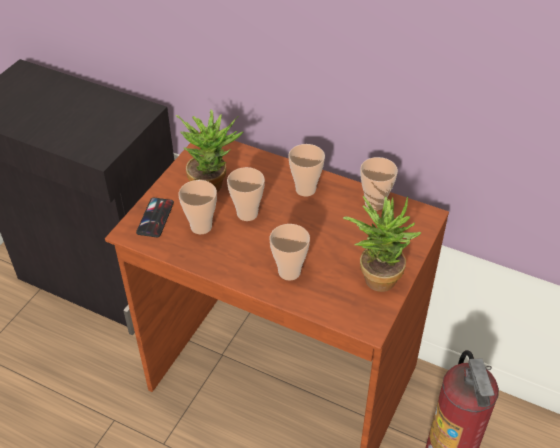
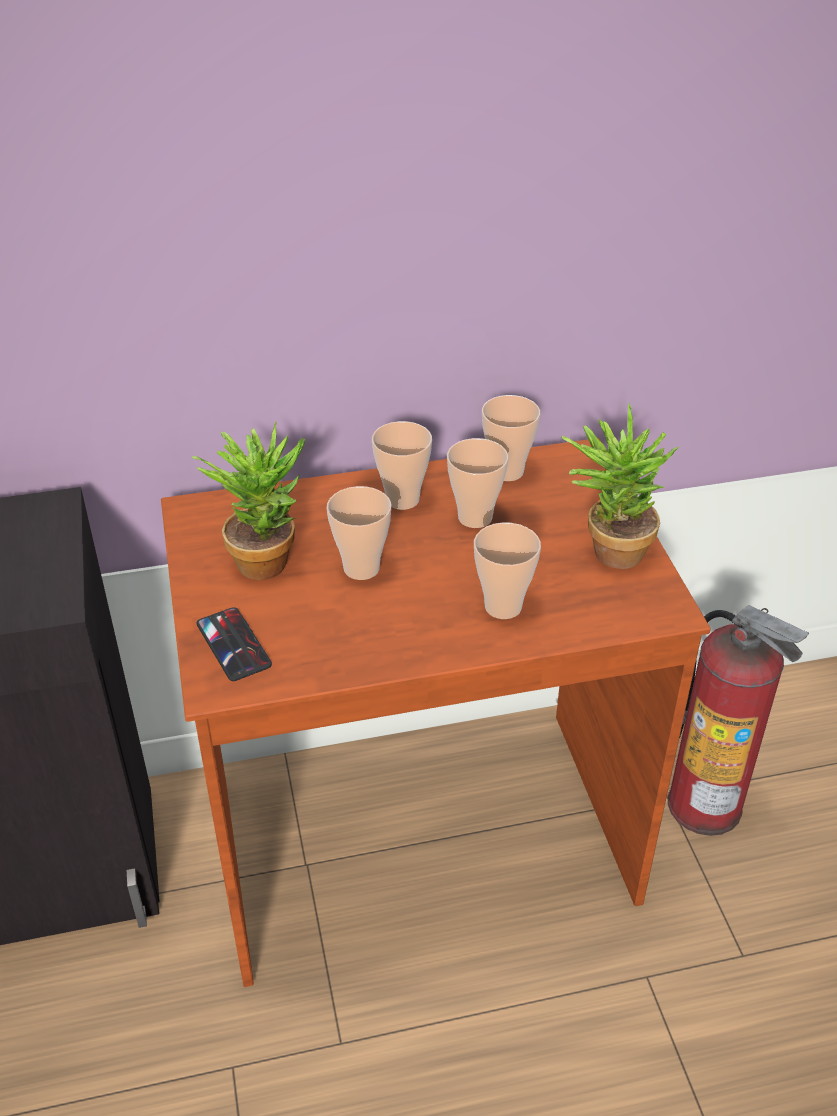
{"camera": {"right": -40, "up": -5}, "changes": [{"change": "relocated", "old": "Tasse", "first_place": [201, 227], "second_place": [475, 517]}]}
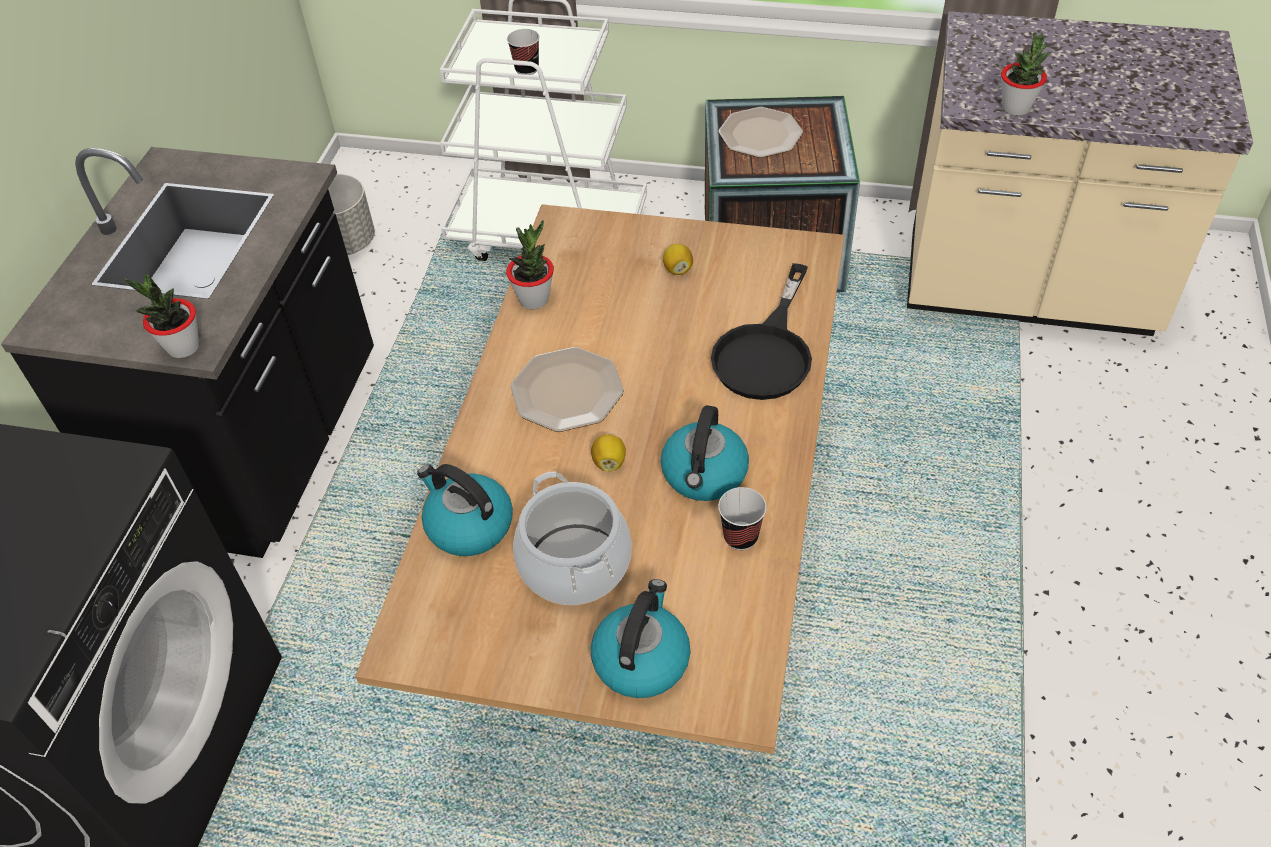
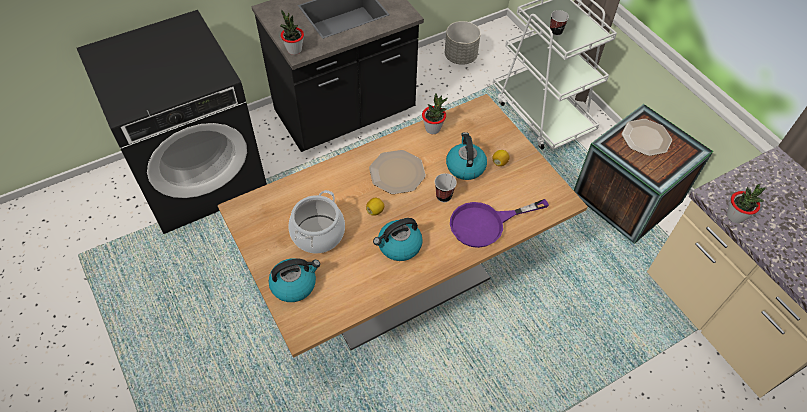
{"camera": {"right": 45, "up": 5}, "changes": [{"change": "colour", "old": "Pfanne [schwarz]", "new": "Pfanne [lila]", "first_place": [767, 352], "second_place": [486, 224]}, {"change": "relocated", "old": "Wasserkessel", "first_place": [468, 525], "second_place": [465, 166]}, {"change": "relocated", "old": "Tasse", "first_place": [740, 537], "second_place": [443, 196]}]}
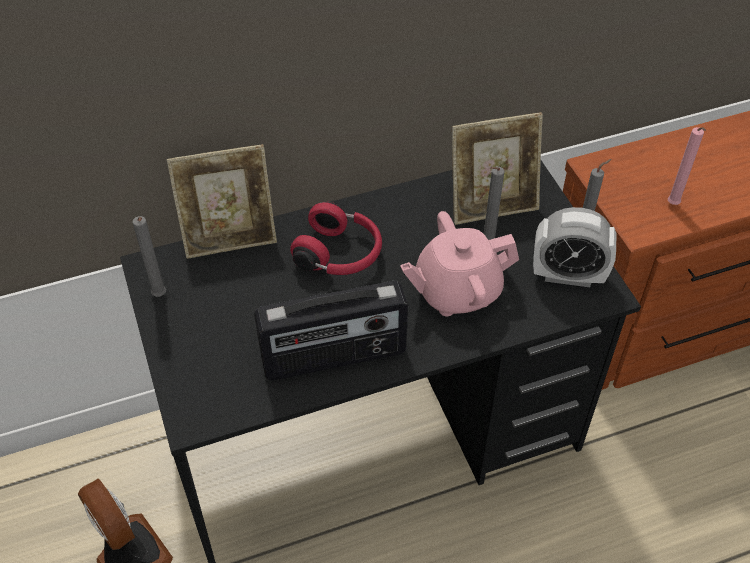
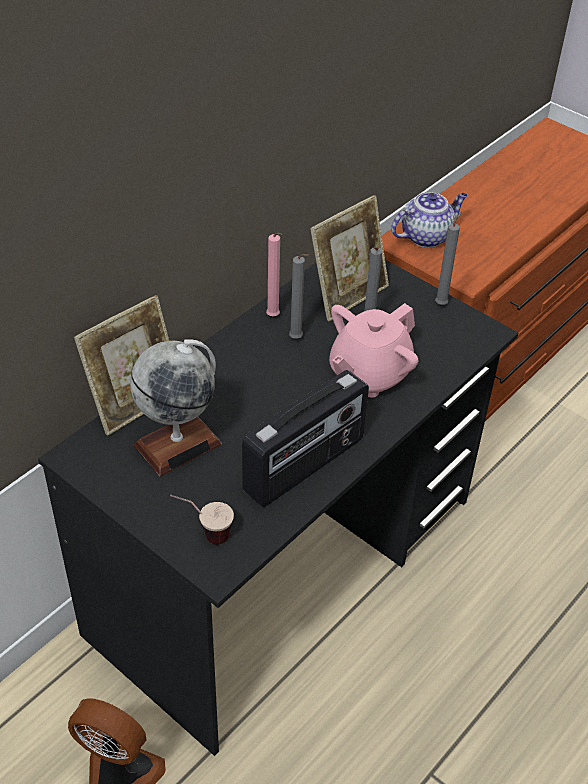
{"camera": {"right": -30, "up": -5}, "changes": [{"change": "relocated", "old": "Kerze [rosa]", "first_place": [673, 205], "second_place": [274, 317]}, {"change": "missing", "old": "Kopfhörer [rot]", "first_place": [340, 254]}, {"change": "missing", "old": "Wecker", "first_place": [567, 275]}, {"change": "relocated", "old": "Kerze [grau]", "first_place": [160, 297], "second_place": [297, 339]}, {"change": "appeared", "new": "Teekanne", "second_place": [426, 236]}, {"change": "appeared", "new": "Globus", "second_place": [178, 444]}, {"change": "appeared", "new": "Tasse", "second_place": [203, 534]}]}
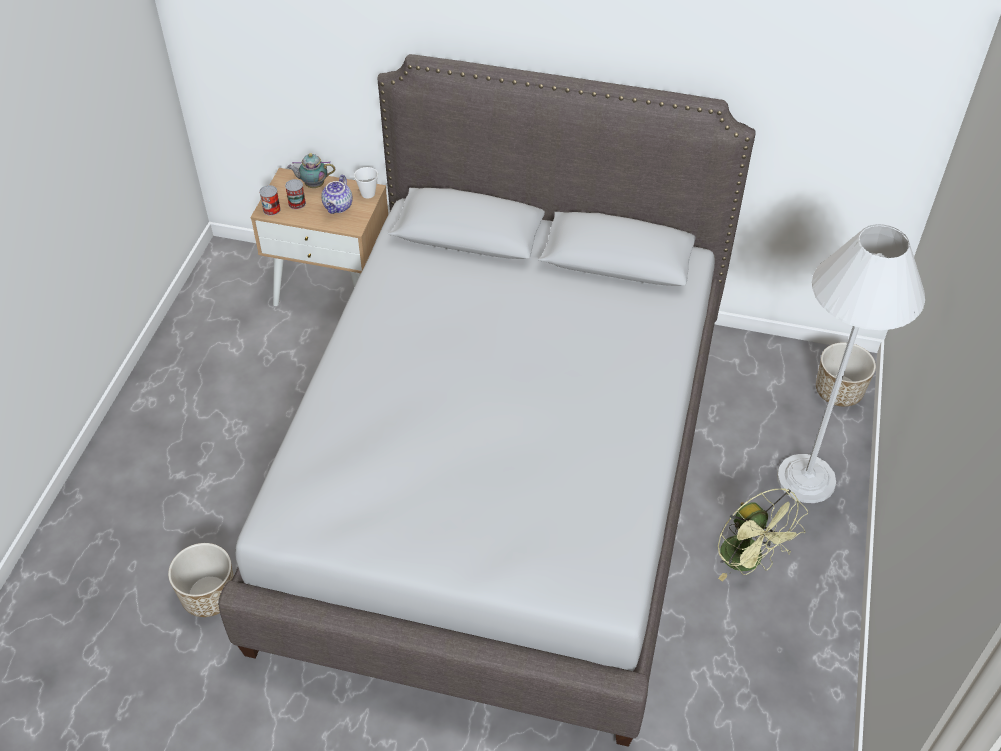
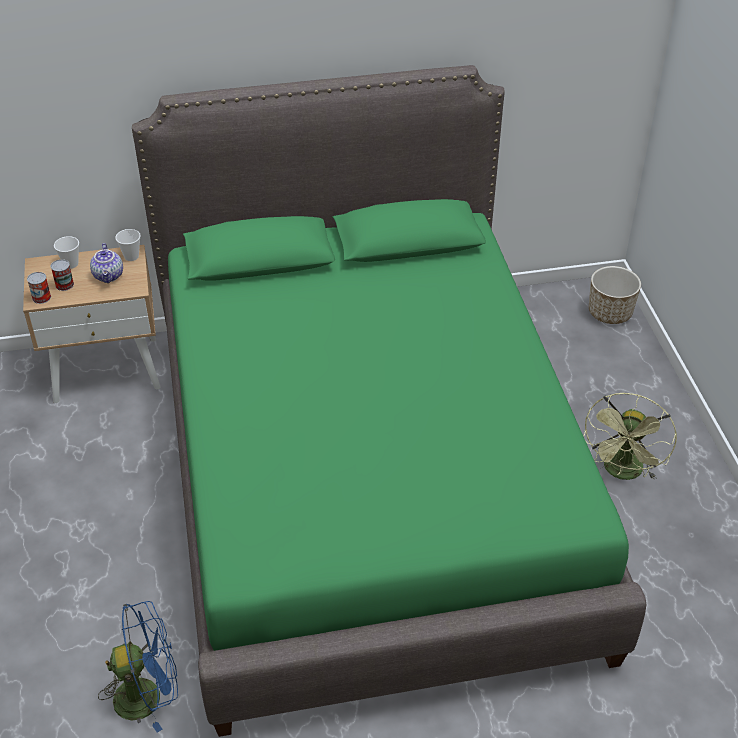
{"camera": {"right": -25, "up": -5}, "changes": [{"change": "colour", "old": "Bett [grau]", "new": "Bett [grün]", "first_place": [501, 476], "second_place": [369, 480]}, {"change": "exchanged", "old": "Teekanne", "new": "Tasse", "first_place": [313, 185], "second_place": [71, 264]}, {"change": "missing", "old": "Stehlampe [weiß]", "first_place": [806, 479]}, {"change": "spun", "old": "Ventilator [grün]", "first_place": [748, 561], "second_place": [622, 473], "degrees": 75}, {"change": "exchanged", "old": "Pflanzkübel", "new": "Ventilator [blau]", "first_place": [209, 595], "second_place": [148, 695]}]}
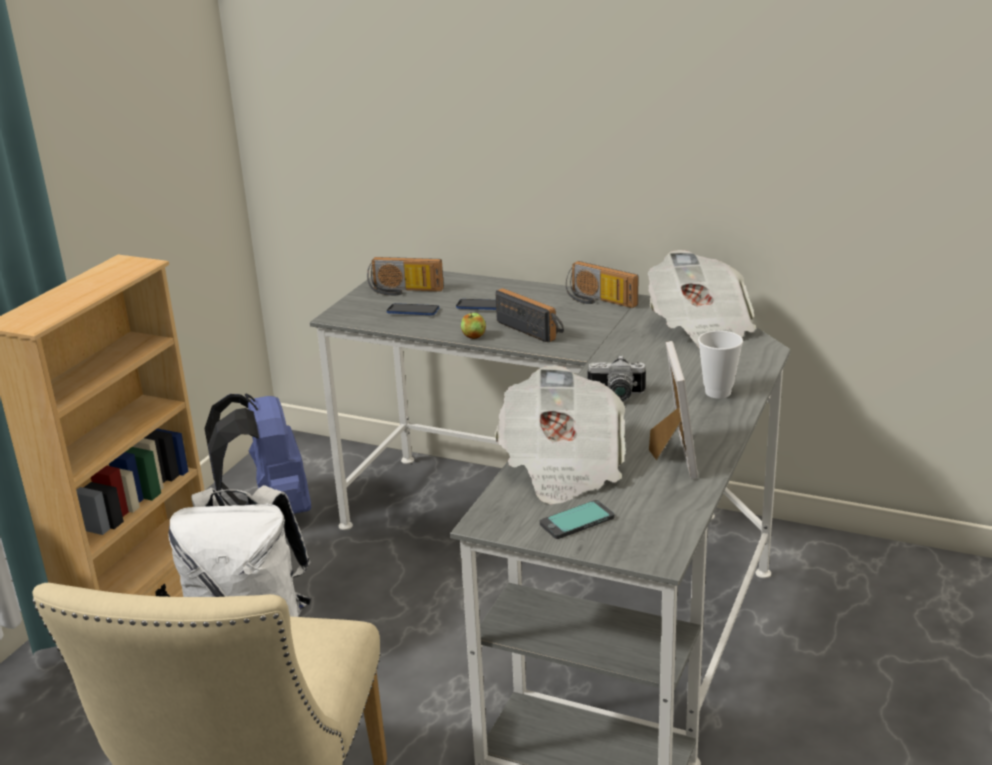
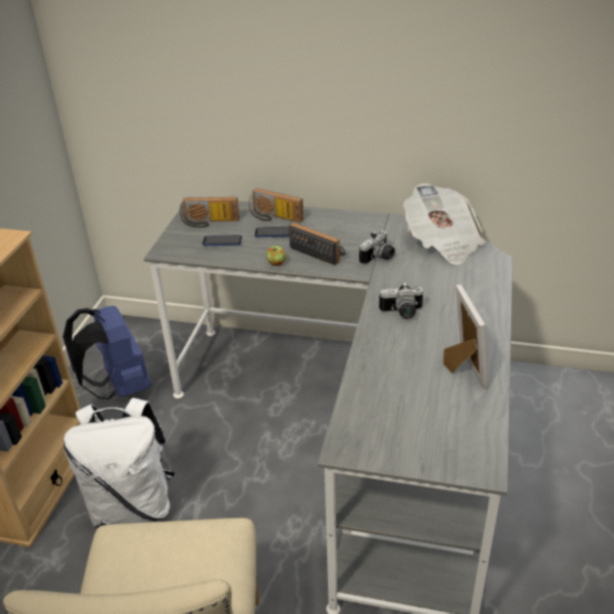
{"camera": {"right": -10, "up": 10}, "changes": [{"change": "relocated", "old": "Radio", "first_place": [598, 301], "second_place": [274, 217]}, {"change": "missing", "old": "Tasse", "first_place": [718, 392]}, {"change": "missing", "old": "Zeitung", "first_place": [562, 467]}, {"change": "missing", "old": "Handy", "first_place": [577, 521]}, {"change": "appeared", "new": "Kamera", "second_place": [379, 258]}]}
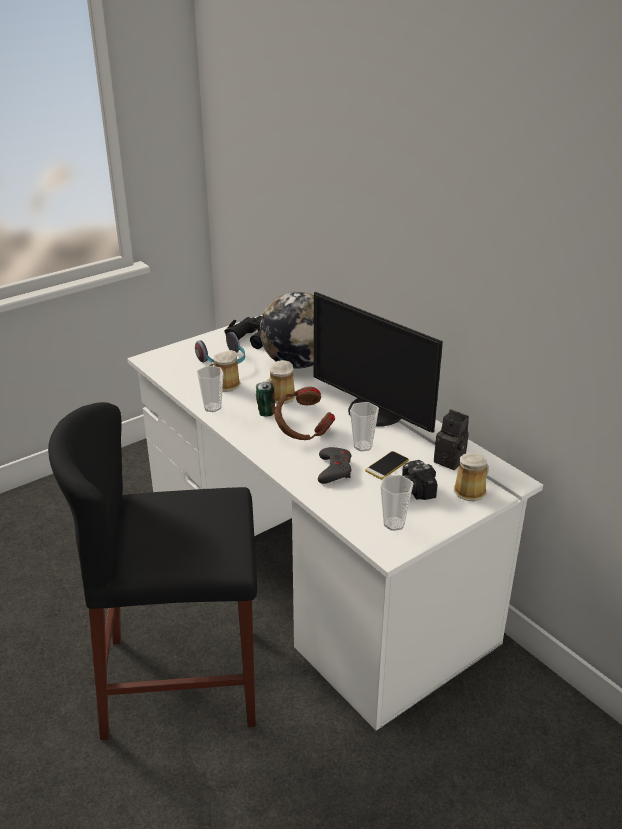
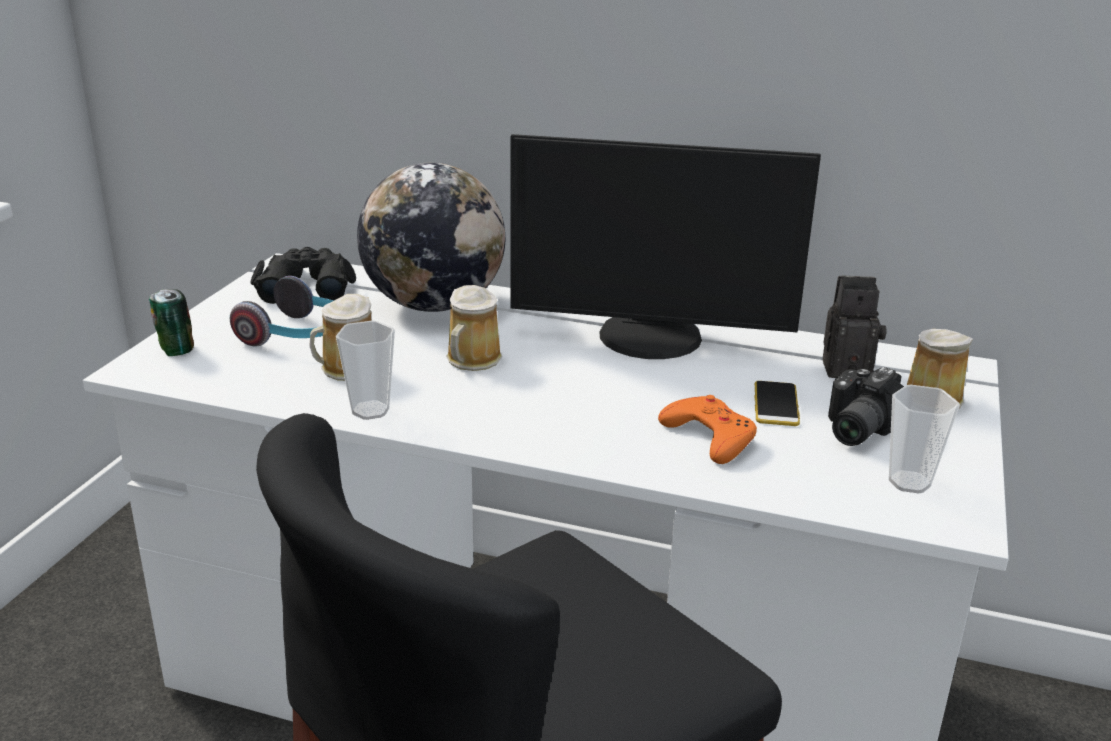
{"camera": {"right": -35, "up": -5}, "changes": [{"change": "relocated", "old": "Dose", "first_place": [265, 413], "second_place": [176, 350]}, {"change": "missing", "old": "Kopfhörer [braun]", "first_place": [303, 432]}, {"change": "missing", "old": "Tasse", "first_place": [363, 446]}, {"change": "colour", "old": "Gamepad [grau]", "new": "Gamepad [orange]", "first_place": [334, 469], "second_place": [709, 436]}]}
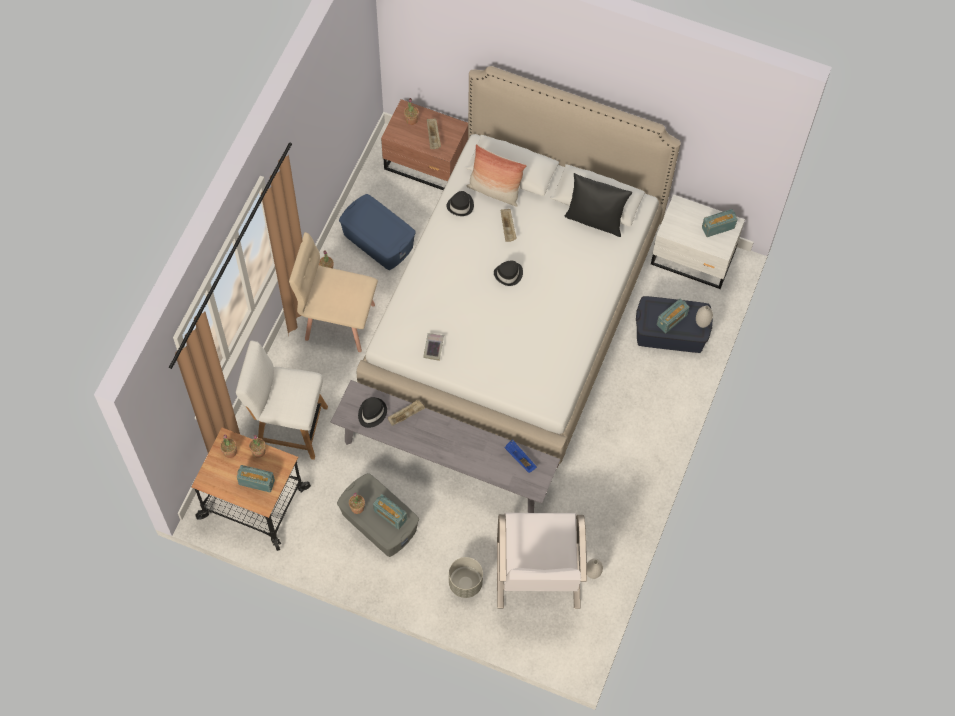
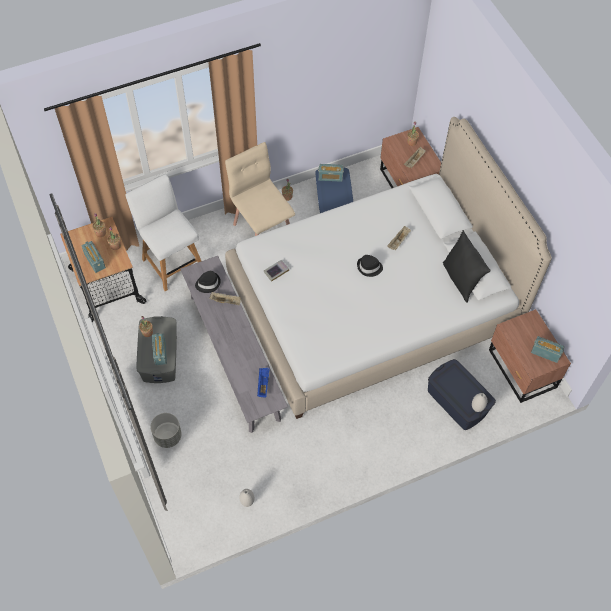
{"camera": {"right": 45, "up": -5}, "changes": [{"change": "missing", "old": "Kissen", "first_place": [494, 191]}, {"change": "missing", "old": "Hut [schwarz]", "first_place": [461, 205]}, {"change": "colour", "old": "Nachttisch [weiß]", "new": "Nachttisch [braun]", "first_place": [693, 259], "second_place": [521, 370]}, {"change": "relocated", "old": "Radio", "first_place": [671, 320], "second_place": [330, 177]}, {"change": "missing", "old": "Sessel [weiß]", "first_place": [538, 576]}]}
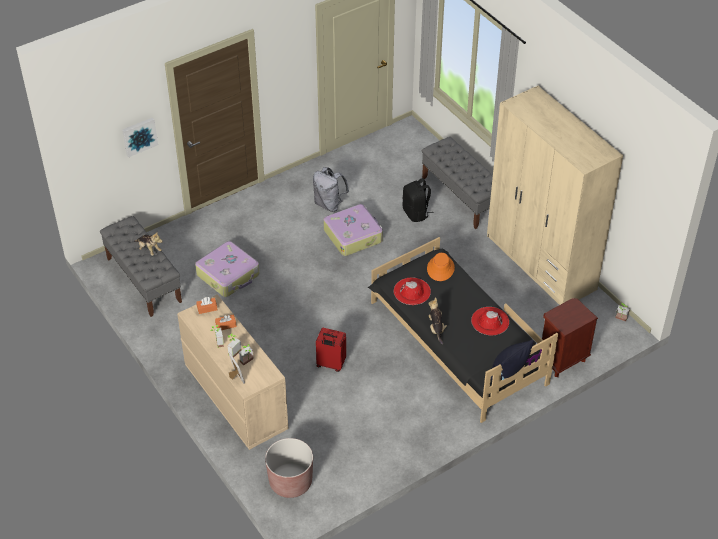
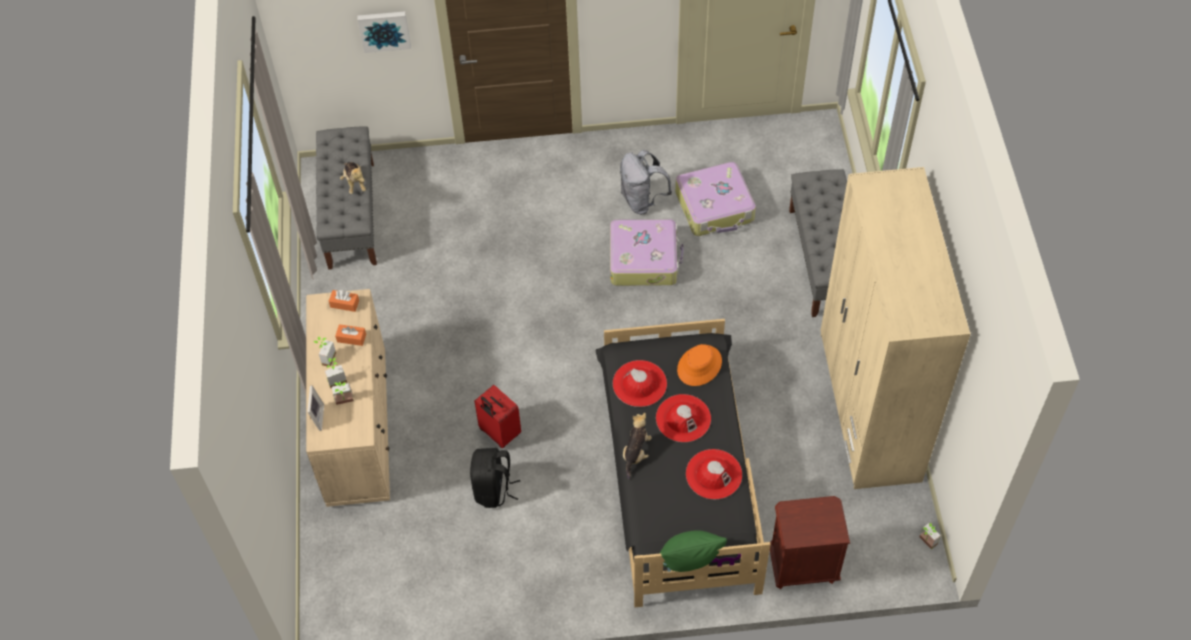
{"camera": {"right": 30, "up": 10}, "changes": [{"change": "relocated", "old": "Rucksack [schwarz]", "first_place": [416, 213], "second_place": [493, 490]}, {"change": "relocated", "old": "Koffer", "first_place": [229, 275], "second_place": [715, 207]}, {"change": "colour", "old": "Kissen [schwarz]", "new": "Kissen [grün]", "first_place": [508, 372], "second_place": [689, 562]}, {"change": "missing", "old": "Pflanzkübel [braun]", "first_place": [290, 482]}, {"change": "appeared", "new": "Hut [rot]", "second_place": [683, 418]}]}
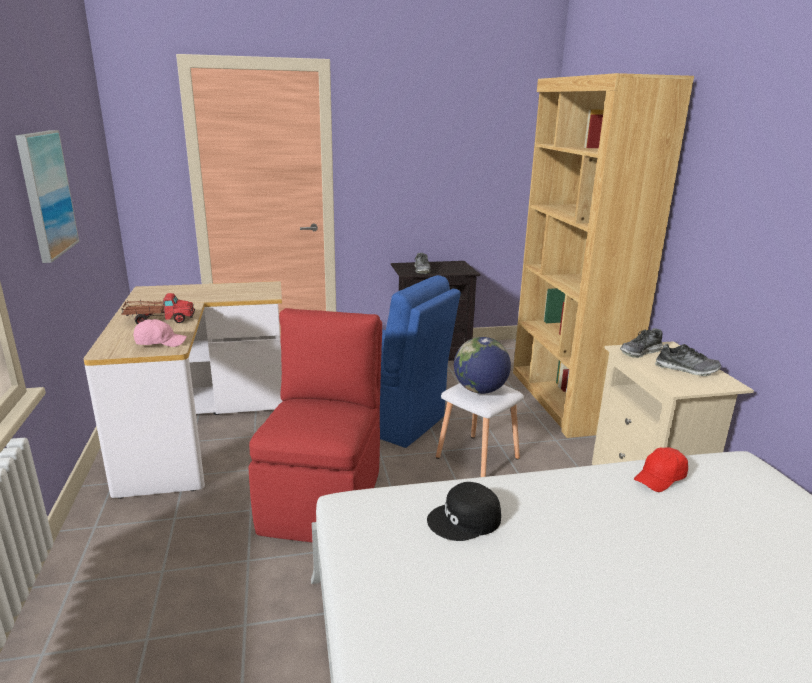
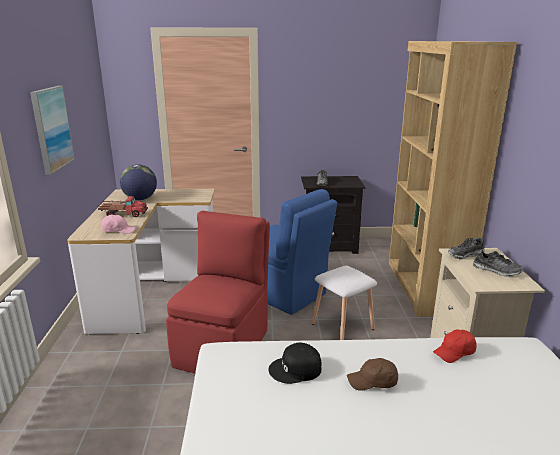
{"camera": {"right": 10, "up": 0}, "changes": [{"change": "relocated", "old": "Globus", "first_place": [480, 390], "second_place": [140, 199]}, {"change": "appeared", "new": "Kappe [braun]", "second_place": [373, 382]}]}
